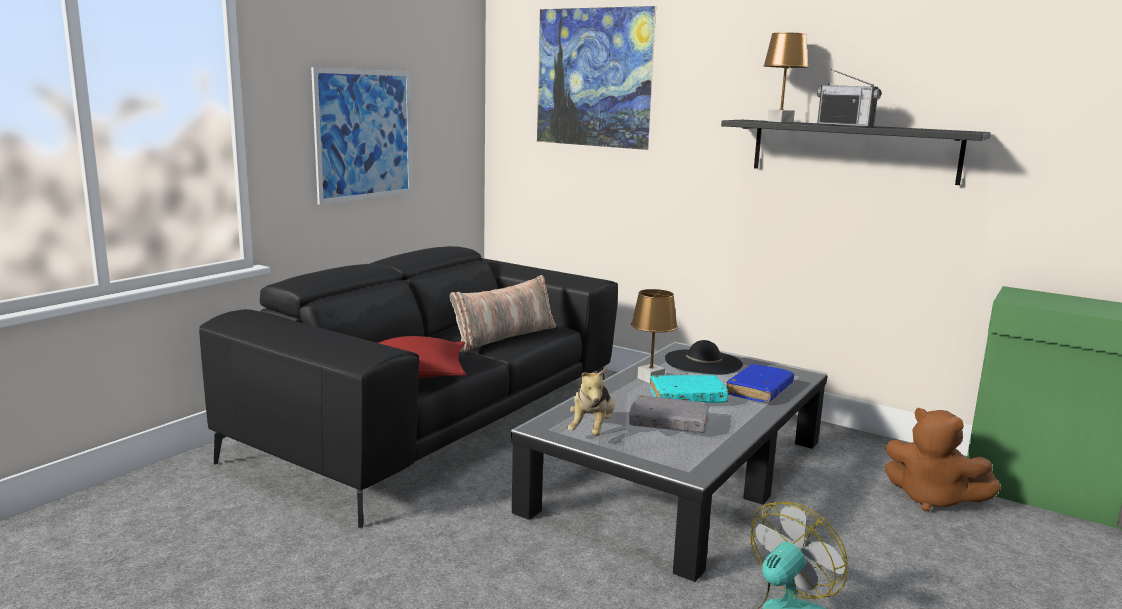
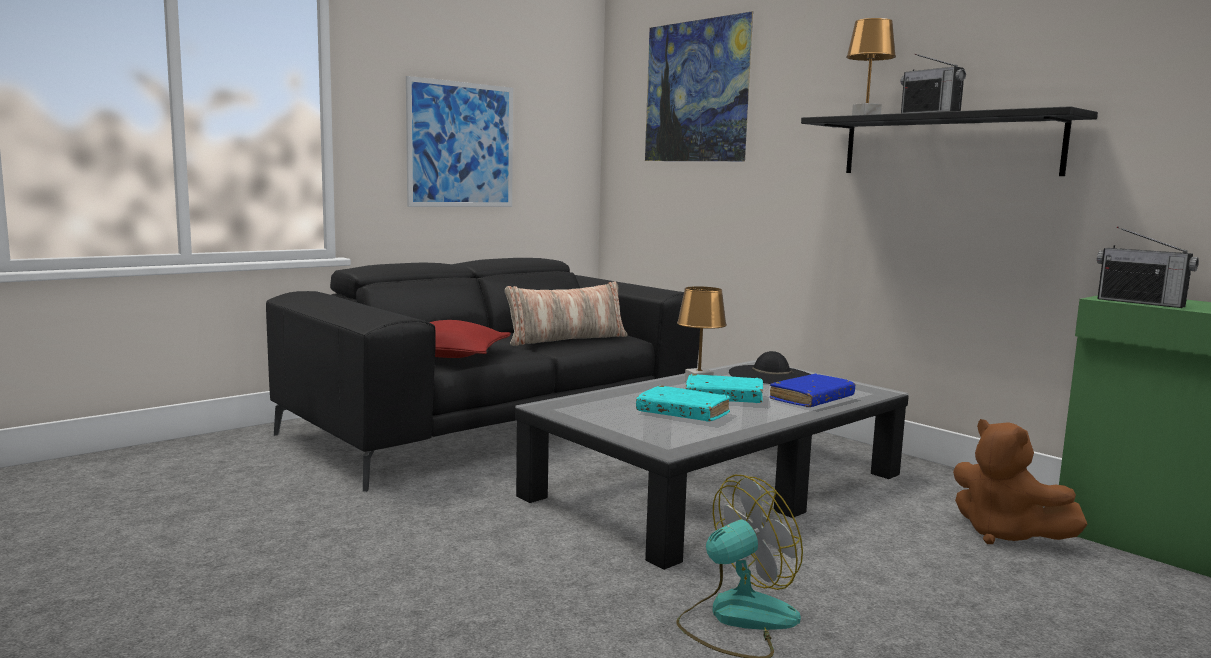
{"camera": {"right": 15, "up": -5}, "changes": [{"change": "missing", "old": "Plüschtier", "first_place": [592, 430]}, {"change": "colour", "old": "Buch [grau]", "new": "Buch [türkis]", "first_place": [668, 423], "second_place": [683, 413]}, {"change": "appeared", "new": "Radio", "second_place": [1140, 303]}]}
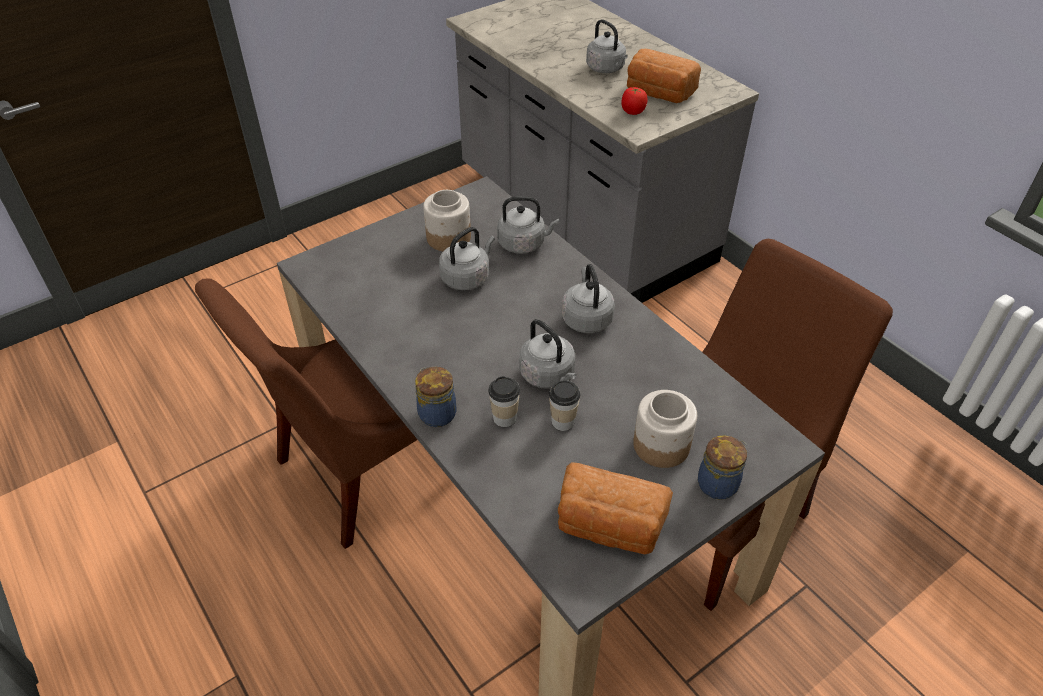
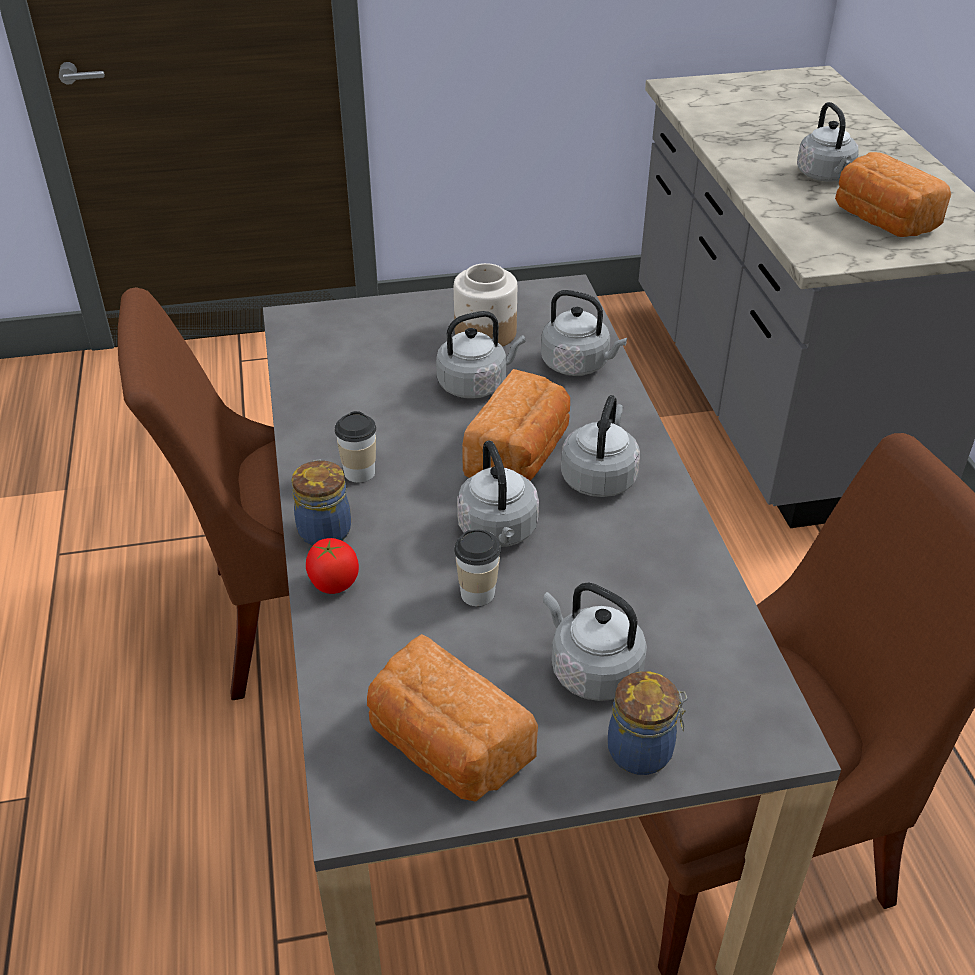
{"camera": {"right": 25, "up": -5}, "changes": [{"change": "relocated", "old": "Tomate", "first_place": [633, 112], "second_place": [333, 584]}, {"change": "relocated", "old": "Tasse", "first_place": [504, 418], "second_place": [359, 473]}, {"change": "exchanged", "old": "Vorratsglas", "new": "Wasserkessel [grau]", "first_place": [660, 446], "second_place": [591, 670]}, {"change": "appeared", "new": "Brot", "second_place": [520, 455]}]}
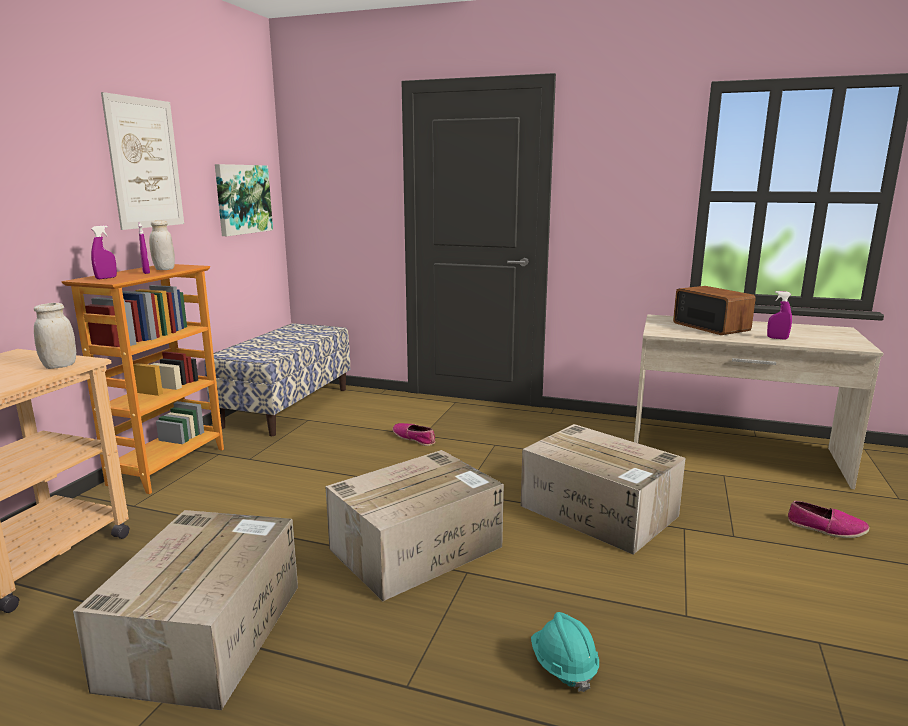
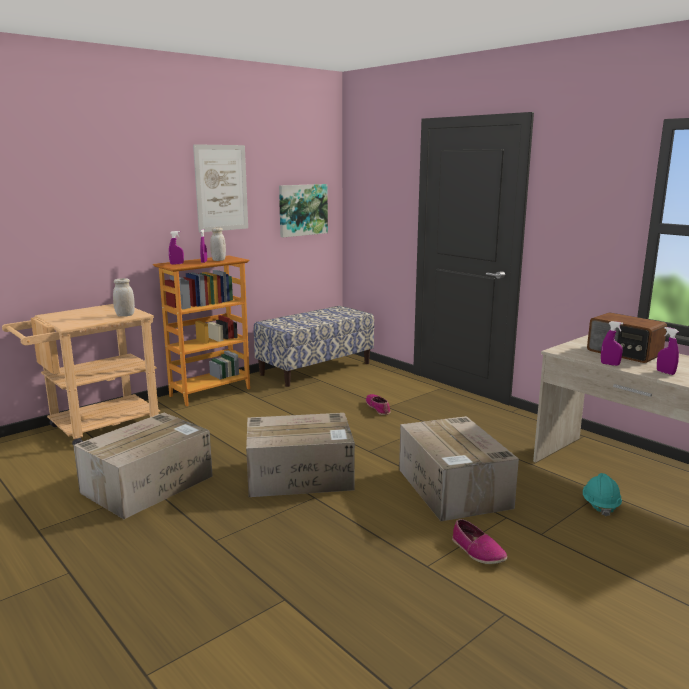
{"camera": {"right": 30, "up": 0}, "changes": [{"change": "spun", "old": "Radio", "first_place": [711, 326], "second_place": [623, 353], "degrees": 135}, {"change": "relocated", "old": "Schuh", "first_place": [826, 528], "second_place": [477, 551]}, {"change": "relocated", "old": "Schutzhelm [türkis]", "first_place": [563, 666], "second_place": [600, 505]}, {"change": "appeared", "new": "Sprühflasche [lila]", "second_place": [610, 364]}]}
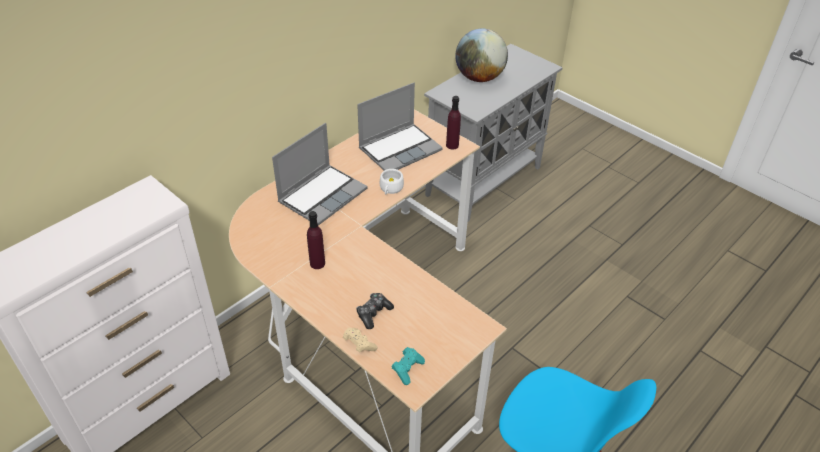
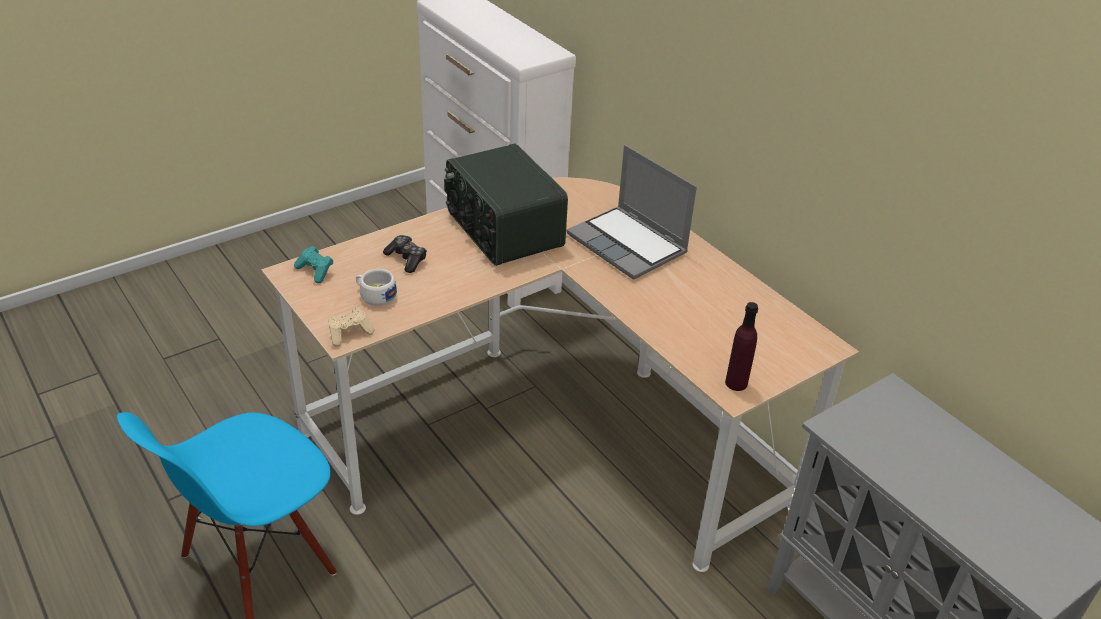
{"camera": {"right": 100, "up": -5}, "changes": [{"change": "missing", "old": "Globus", "first_place": [479, 78]}, {"change": "missing", "old": "Laptop", "first_place": [400, 149]}, {"change": "relocated", "old": "Tasse [weiß]", "first_place": [390, 189], "second_place": [375, 295]}, {"change": "exchanged", "old": "Flasche [lila]", "new": "Radio", "first_place": [317, 263], "second_place": [502, 229]}, {"change": "relocated", "old": "Gamepad [beige]", "first_place": [359, 344], "second_place": [349, 334]}]}
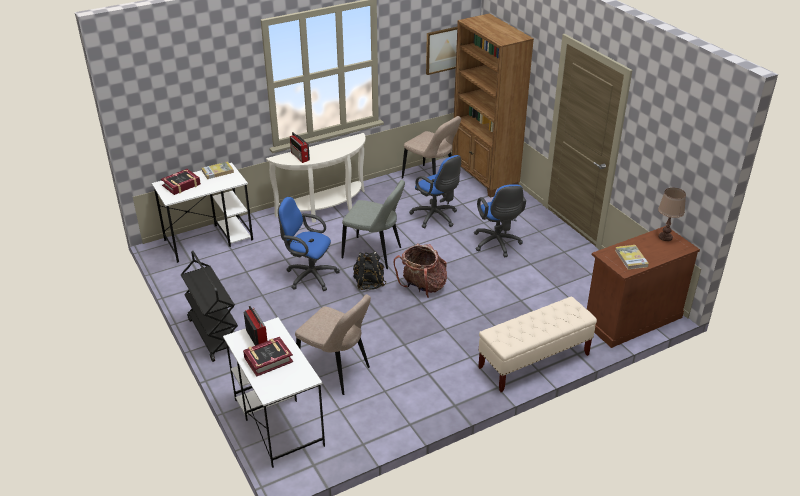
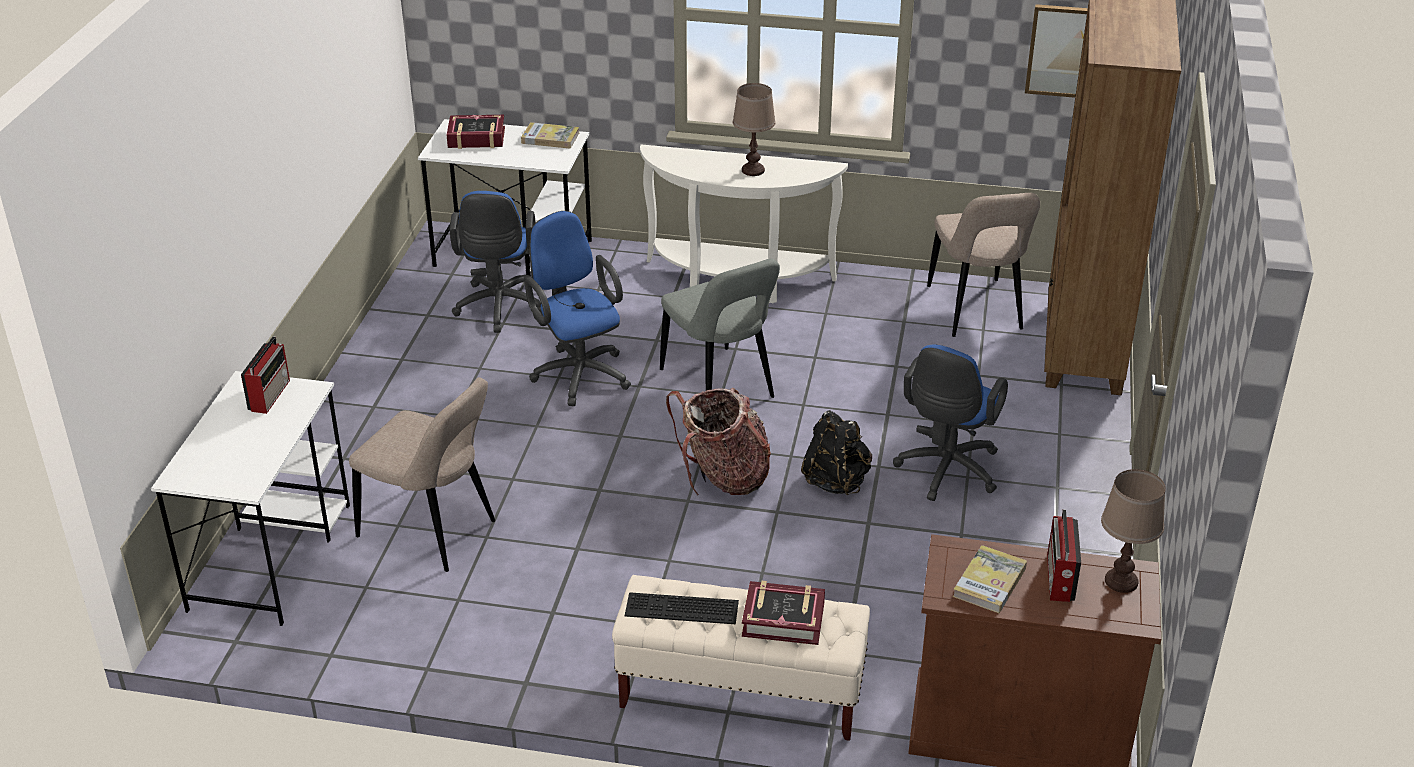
{"camera": {"right": 40, "up": 0}, "changes": [{"change": "relocated", "old": "Radio", "first_place": [300, 157], "second_place": [1059, 579]}, {"change": "relocated", "old": "Bürostuhl [blau]", "first_place": [436, 217], "second_place": [499, 309]}, {"change": "missing", "old": "Rollwagen [schwarz]", "first_place": [214, 335]}, {"change": "relocated", "old": "Rucksack [schwarz]", "first_place": [369, 284], "second_place": [836, 480]}, {"change": "spun", "old": "Stuhl [beige]", "first_place": [336, 371], "second_place": [432, 531], "degrees": -45}, {"change": "relocated", "old": "Buch", "first_place": [268, 359], "second_place": [783, 619]}, {"change": "appeared", "new": "Tischlampe [braun]", "second_place": [752, 170]}, {"change": "appeared", "new": "Tastatur", "second_place": [680, 610]}]}
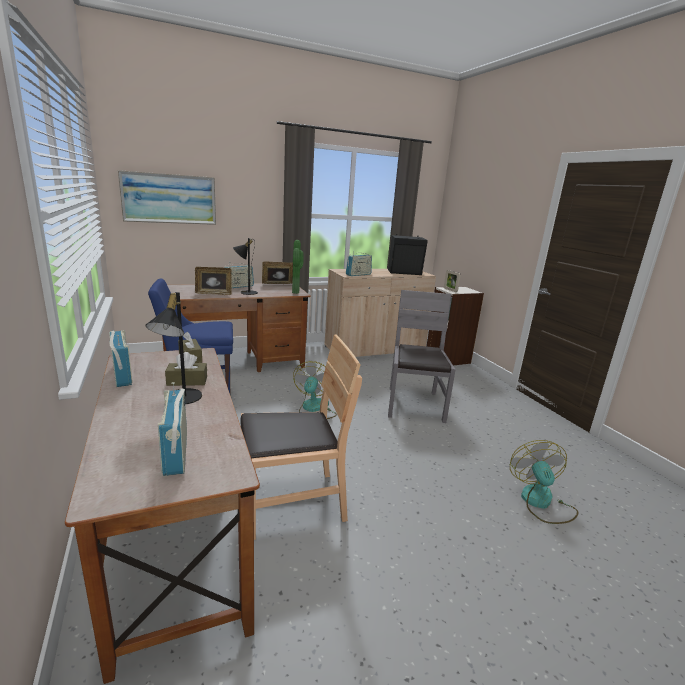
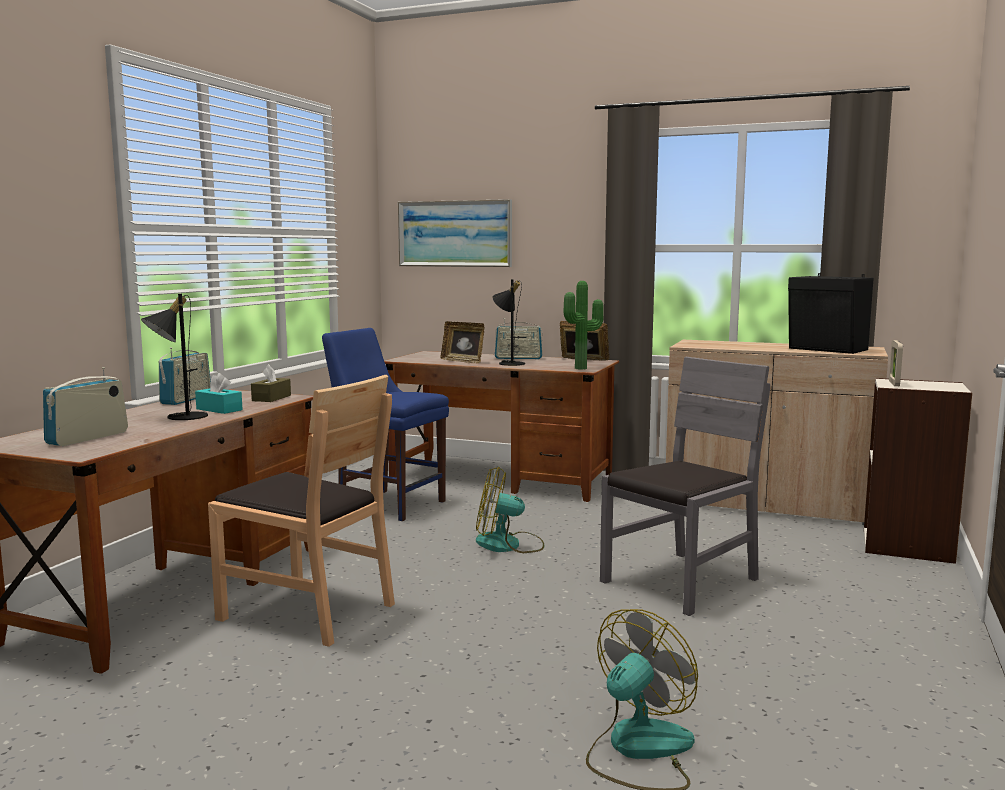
{"camera": {"right": 45, "up": -10}, "changes": [{"change": "missing", "old": "Radio", "first_place": [358, 274]}, {"change": "colour", "old": "Taschentuchbox [braun]", "new": "Taschentuchbox [türkis]", "first_place": [187, 381], "second_place": [219, 409]}, {"change": "spun", "old": "Ventilator", "first_place": [314, 409], "second_place": [508, 545], "degrees": -135}]}
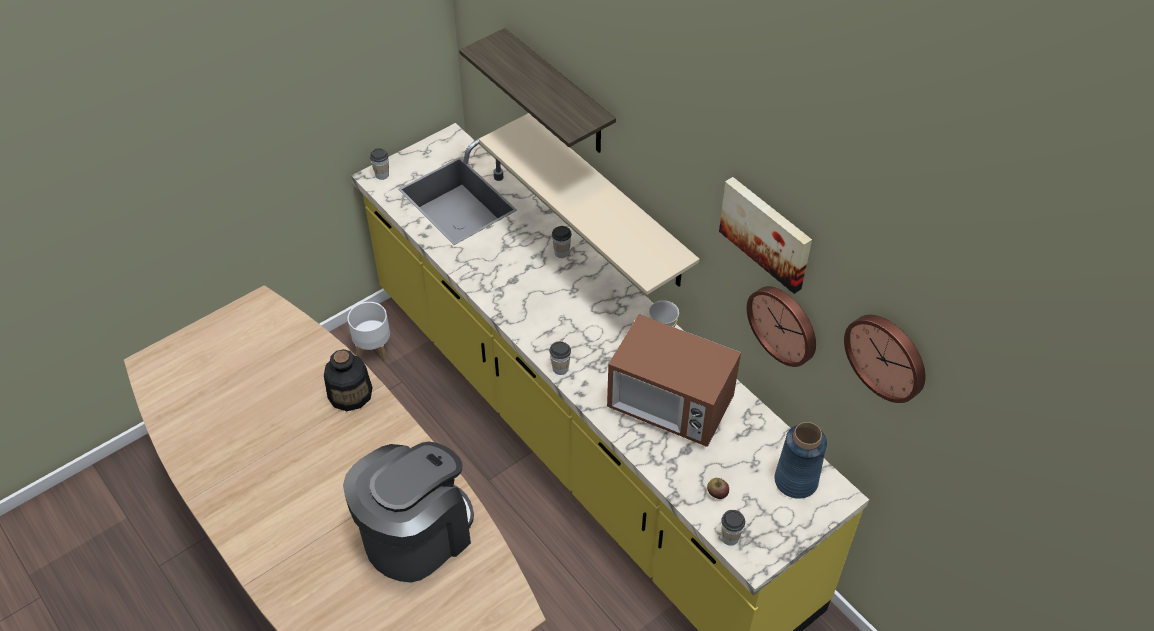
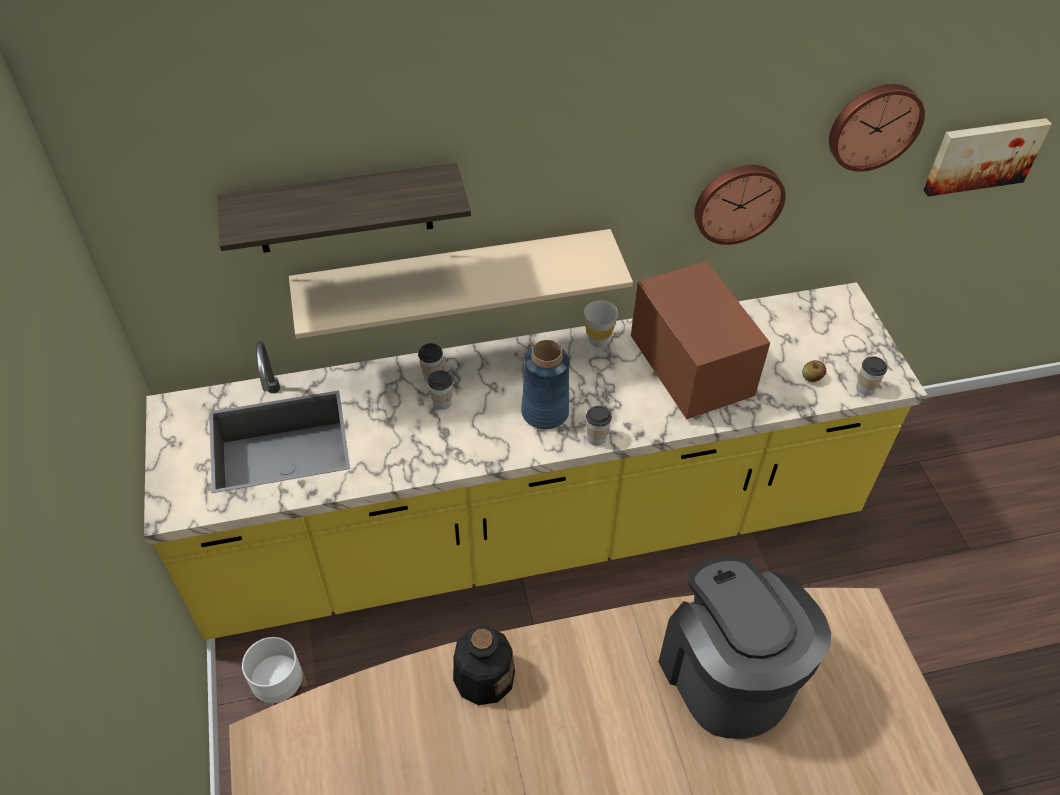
{"camera": {"right": -65, "up": 0}, "changes": [{"change": "relocated", "old": "Tasse", "first_place": [382, 174], "second_place": [442, 402]}, {"change": "relocated", "old": "Bild", "first_place": [767, 232], "second_place": [983, 154]}, {"change": "spun", "old": "Mikrowelle", "first_place": [669, 405], "second_place": [691, 370], "degrees": -75}, {"change": "relocated", "old": "Vase [blau]", "first_place": [796, 480], "second_place": [544, 412]}]}
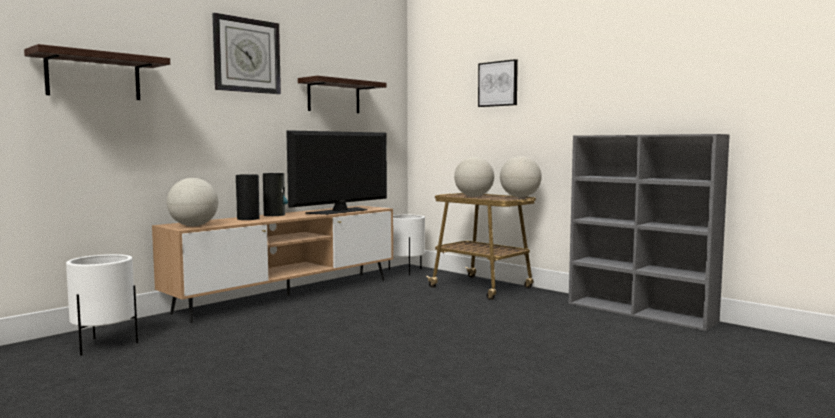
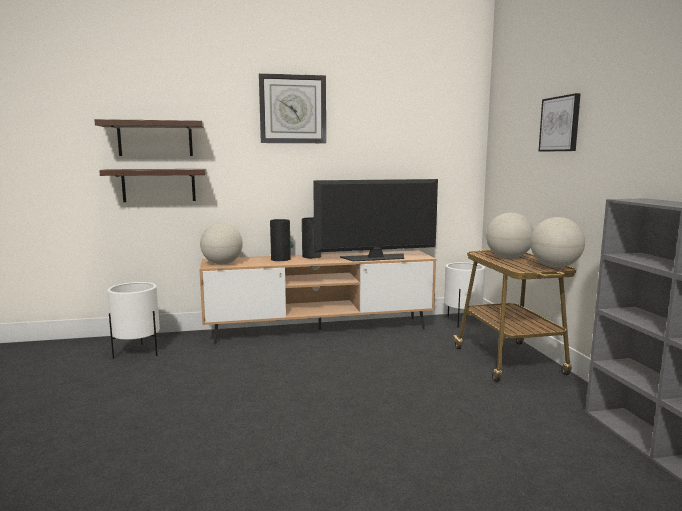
{"camera": {"right": 35, "up": 5}, "changes": [{"change": "relocated", "old": "Wandregal", "first_place": [334, 96], "second_place": [159, 185]}]}
